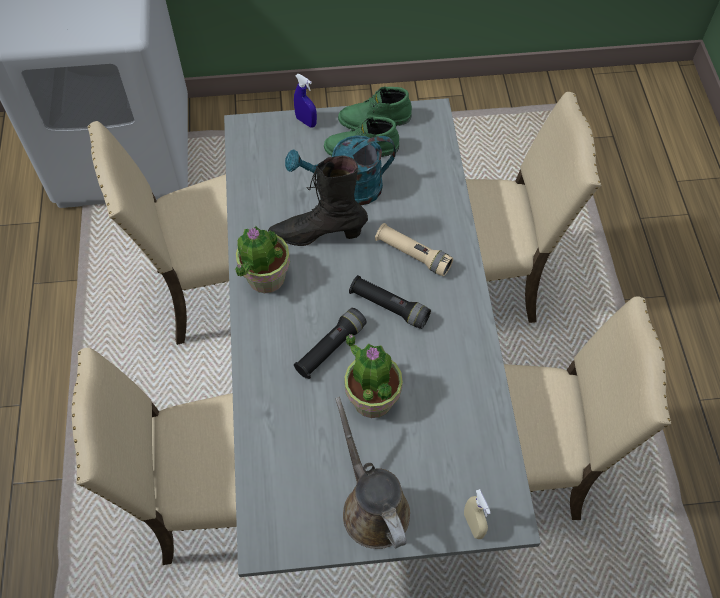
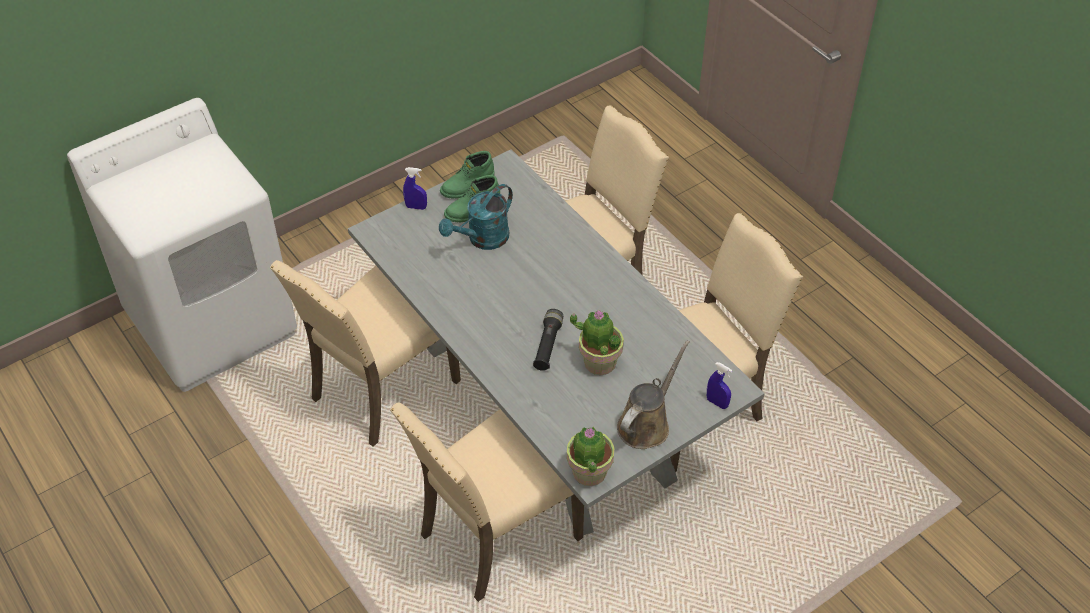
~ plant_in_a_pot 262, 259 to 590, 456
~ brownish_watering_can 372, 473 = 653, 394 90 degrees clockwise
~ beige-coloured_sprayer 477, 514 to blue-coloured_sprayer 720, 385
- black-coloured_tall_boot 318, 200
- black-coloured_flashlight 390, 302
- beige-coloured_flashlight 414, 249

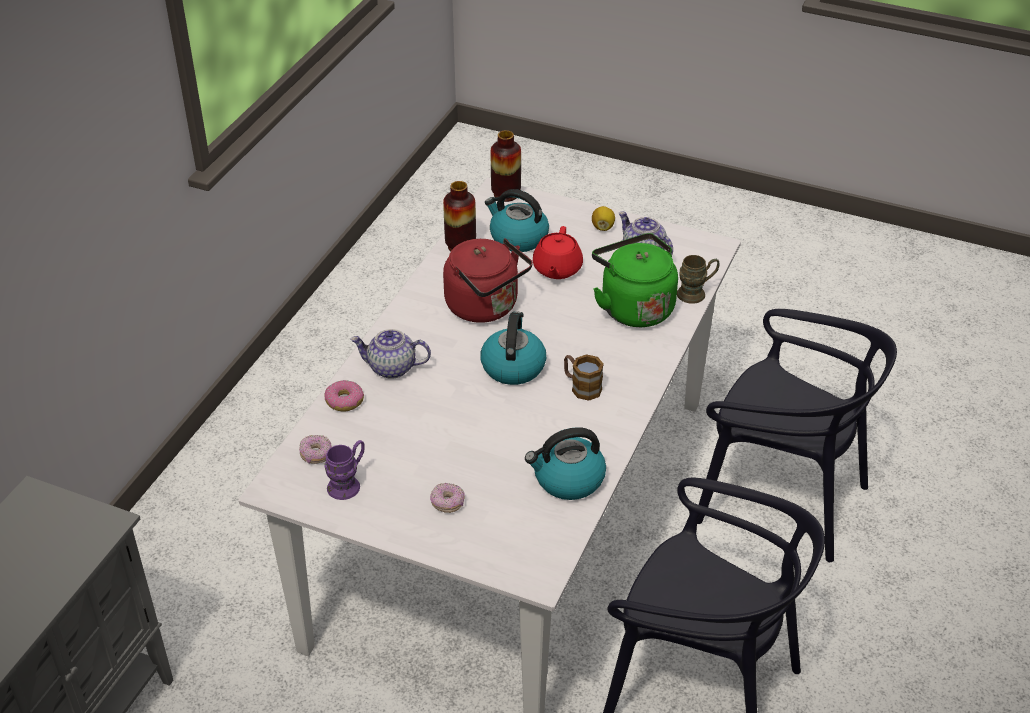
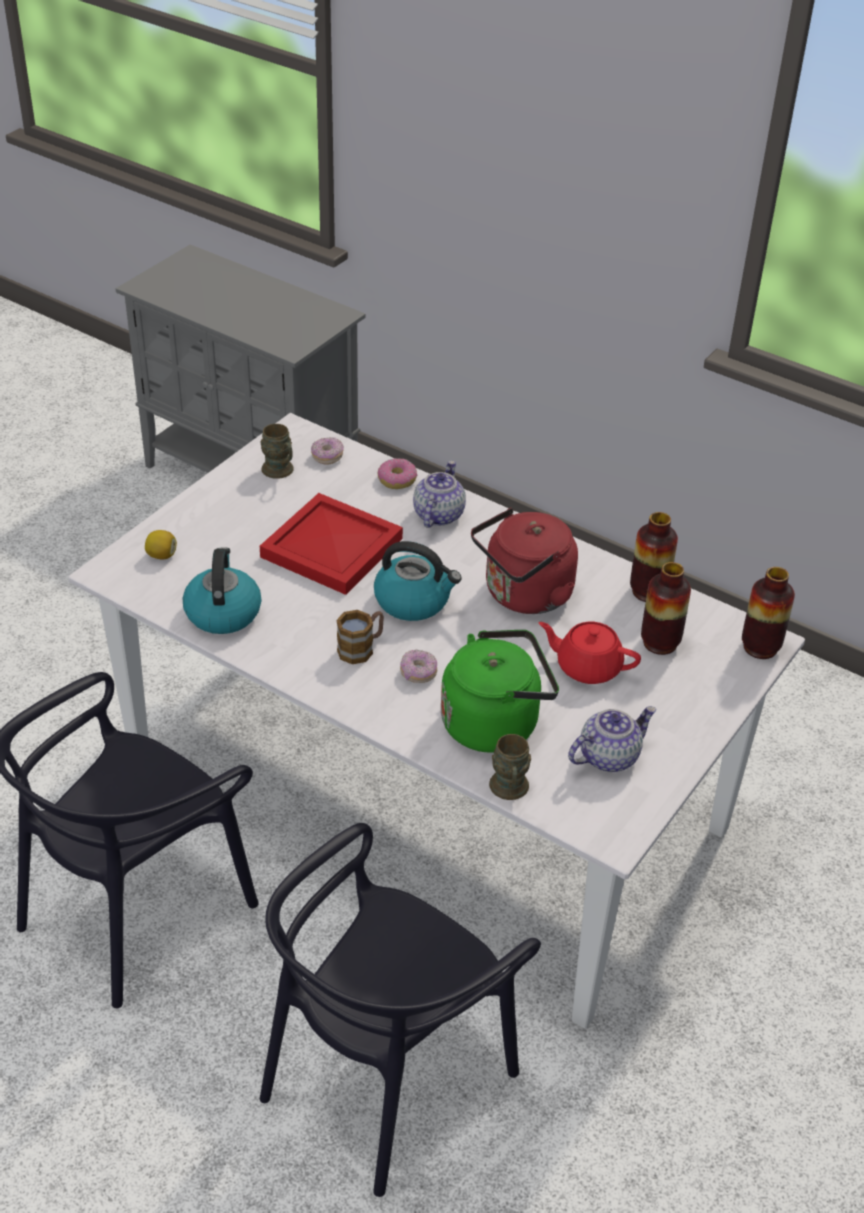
~ lemon 603, 218 to 161, 544
~ purple_mug 344, 470 to brownish_mug 277, 451
+ reddish_serving_tray 331, 544
~ doughnut 447, 498 to 418, 666
~ kettle 517, 220 to vase 666, 608

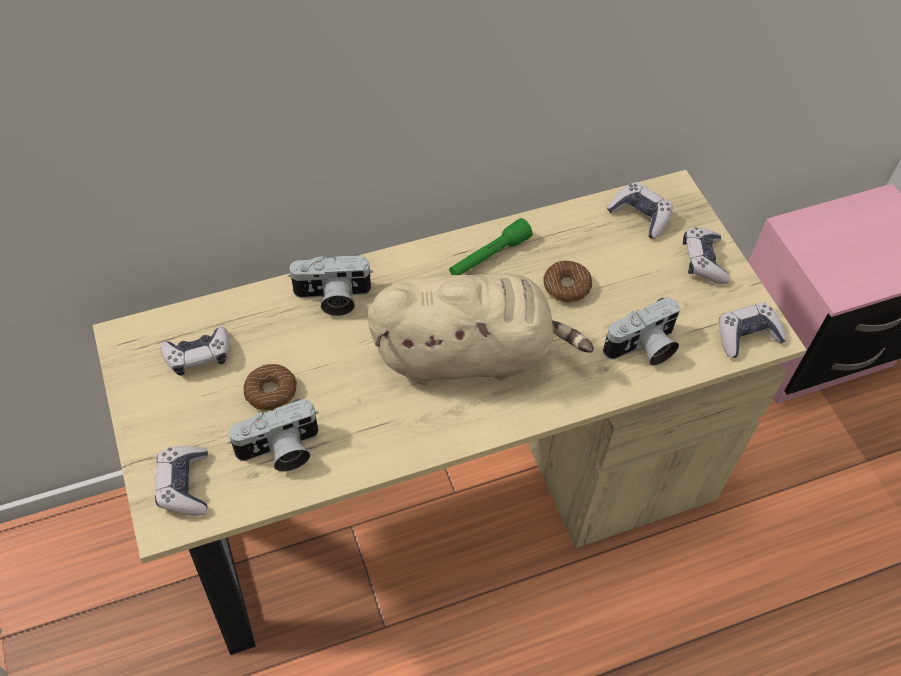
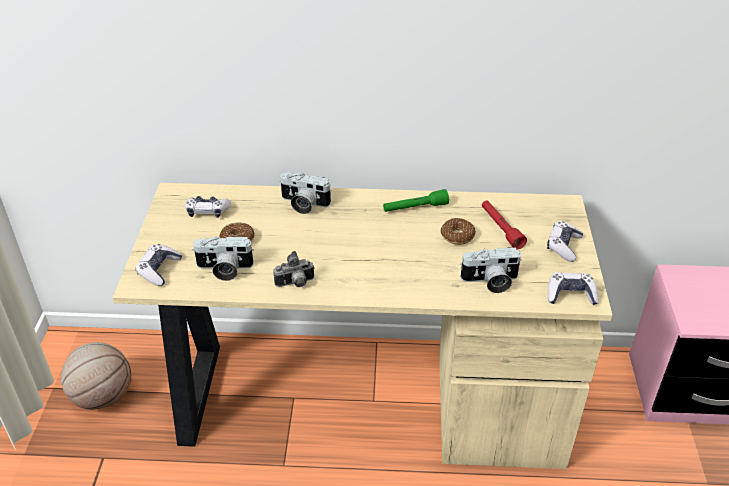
+ basketball_ball 96, 376
+ photo_camera 294, 269
+ reddish_flashlight 504, 225
- beige-coloured_cuddly_toy 481, 329
- joypad 639, 210

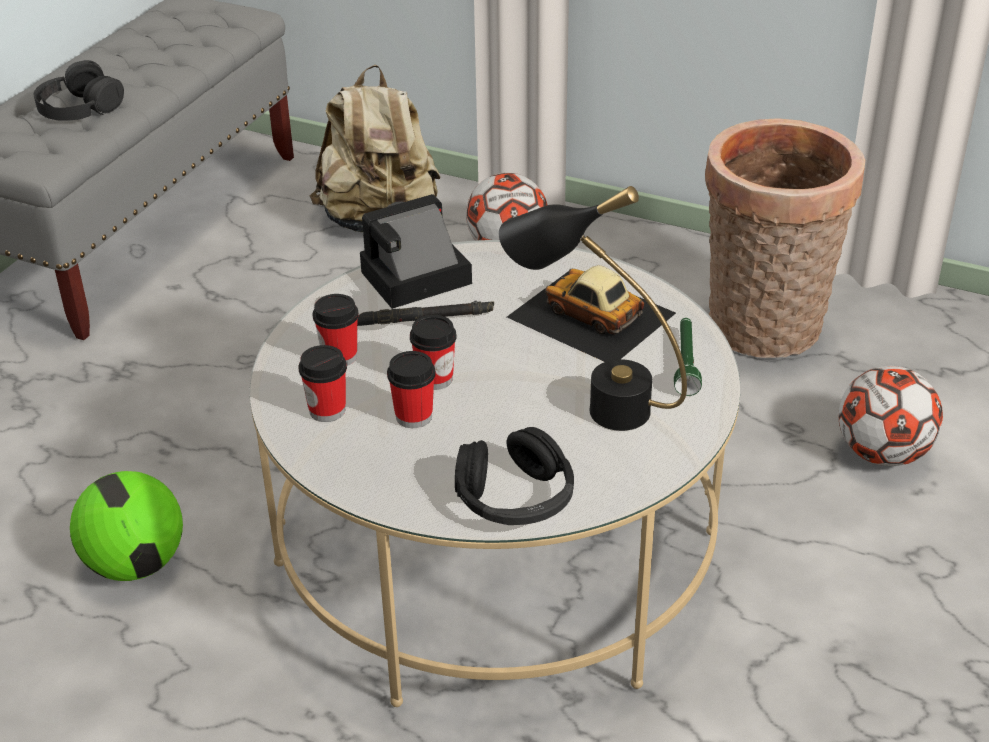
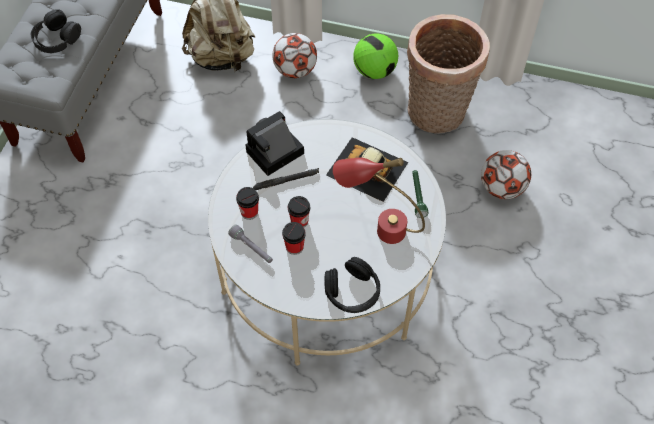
~ drinking_cup 323, 383 to gray_flashlight 250, 243
~ black-coloured_table_lamp 593, 308 to reddish_table_lamp 379, 200
~ football_ball 126, 526 to 375, 56

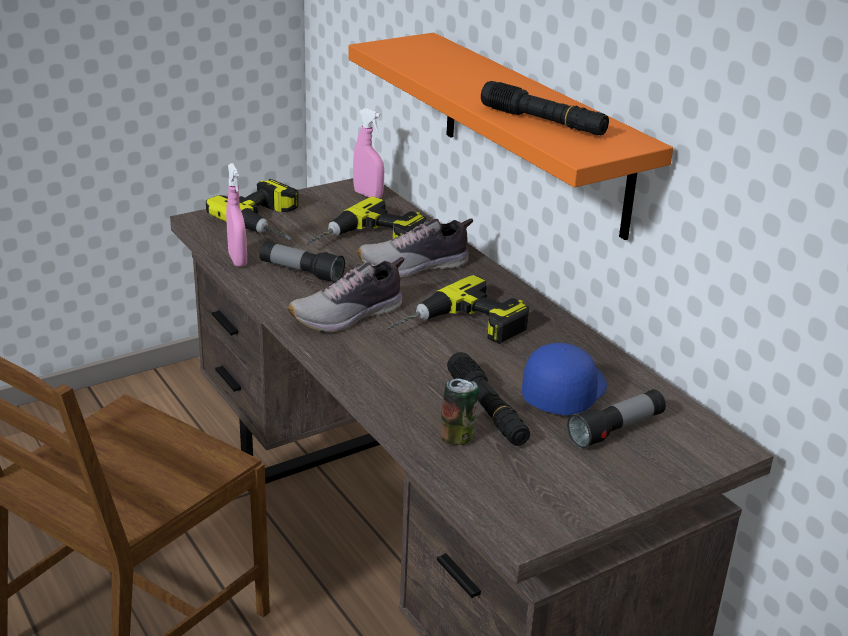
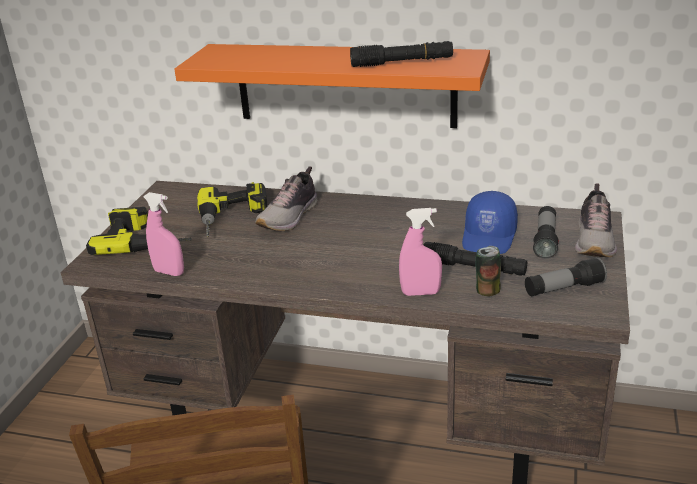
~ pink-coloured_sprayer 368, 153 to 420, 252
~ blue-coloured_cap 564, 379 = 490, 222 150 degrees counterclockwise
~ flashlight 302, 262 to 566, 276
~ item_of_footwear 346, 295 to 596, 220
- drill 458, 309

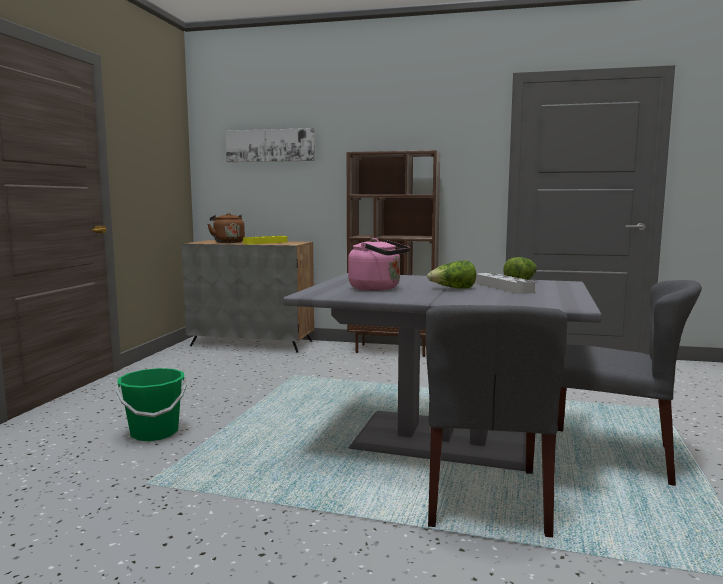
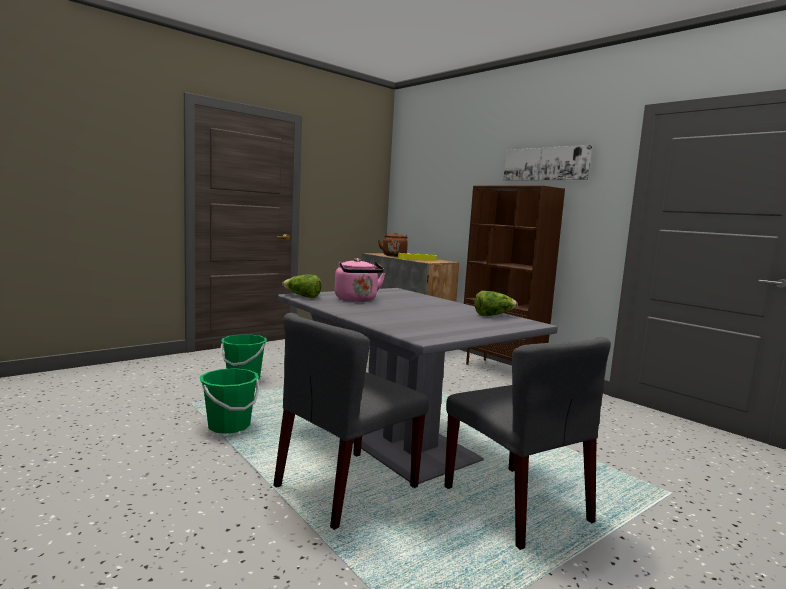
+ green-coloured_water_bucket 229, 401
~ lettuce_head 451, 274 to 301, 286
~ wall_art 270, 145 to 548, 163
- gray_serving_tray 505, 283

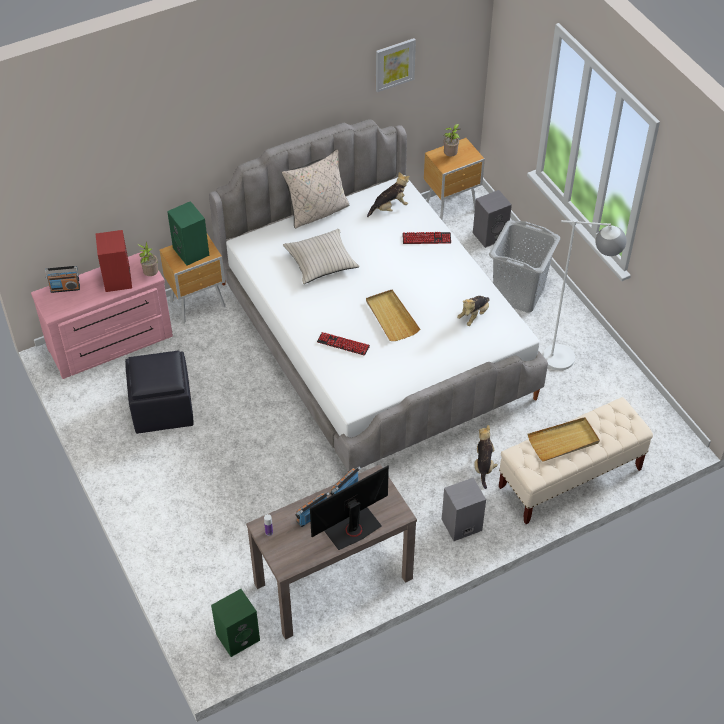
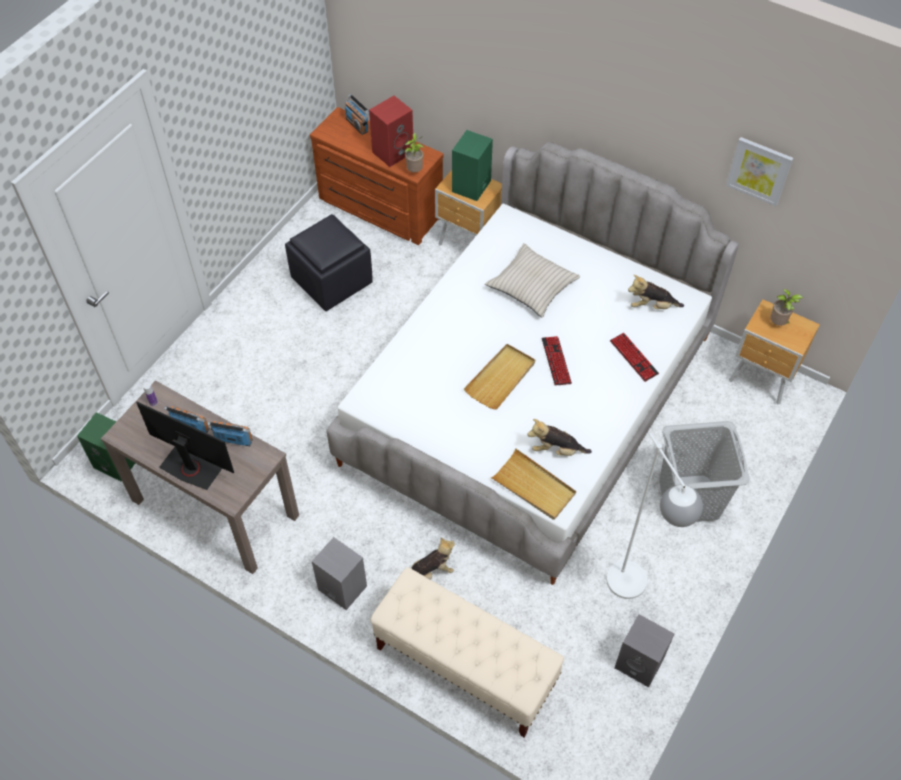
~ pink-coloured_chest_of_drawers 102, 315 to brownish_chest_of_drawers 377, 176
~ beige-coloured_serving_tray 564, 439 to 533, 484
~ keyboard 343, 344 to 557, 361
~ gray_loudspeaker 492, 219 to 644, 651
~ cuddly_toy 388, 194 = 656, 292 150 degrees clockwise
- beige-coloured_pillow 315, 188

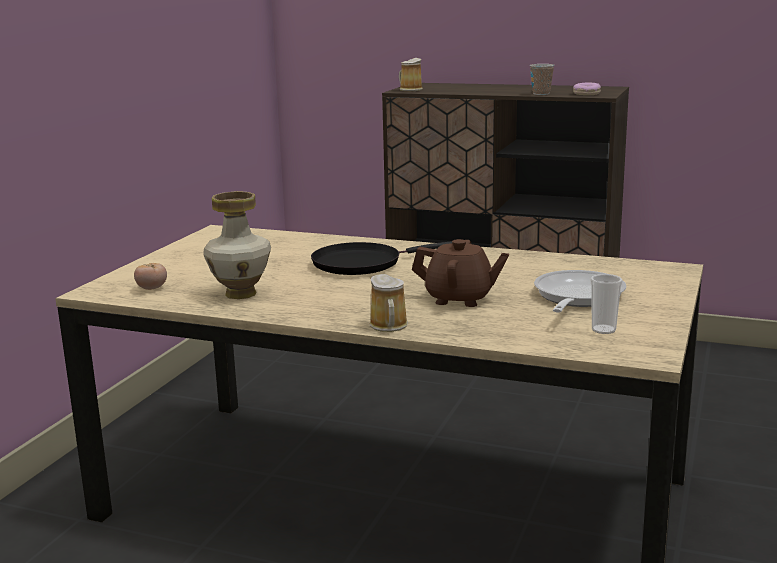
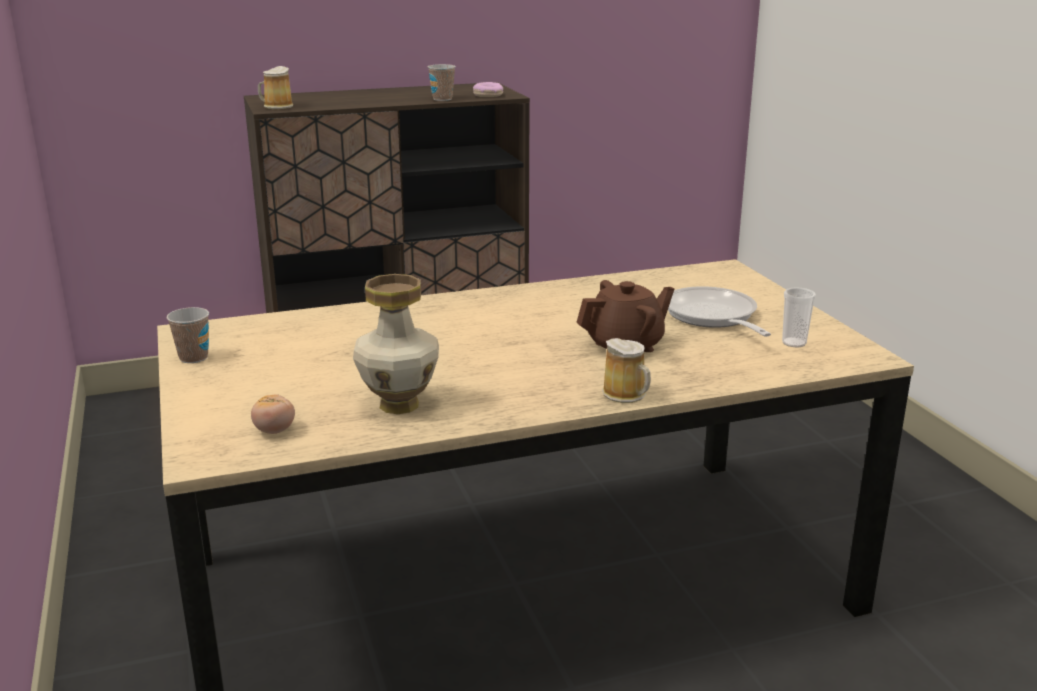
+ drinking_cup 188, 335
- black-coloured_pan 381, 258

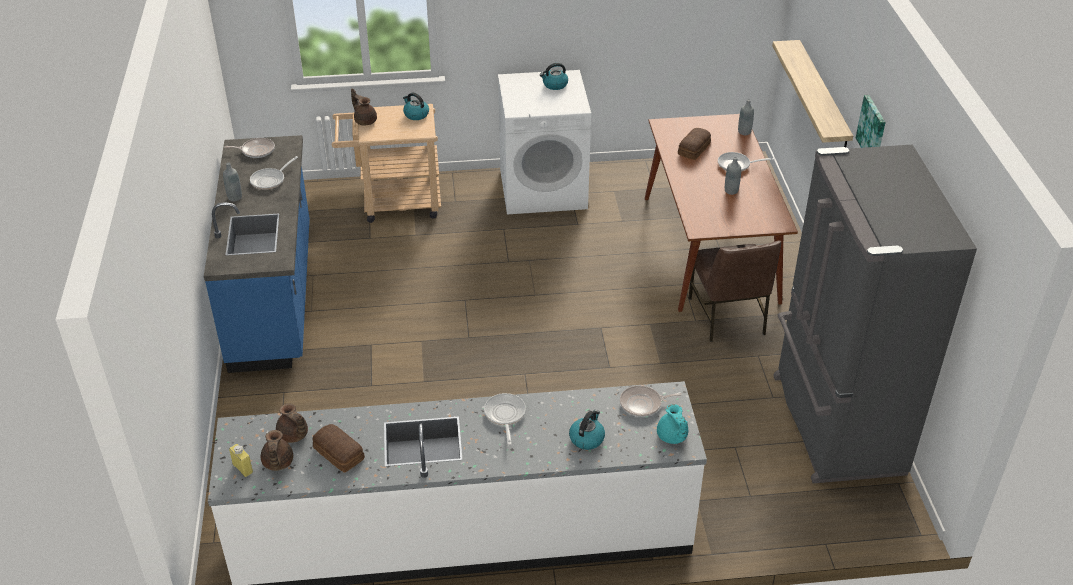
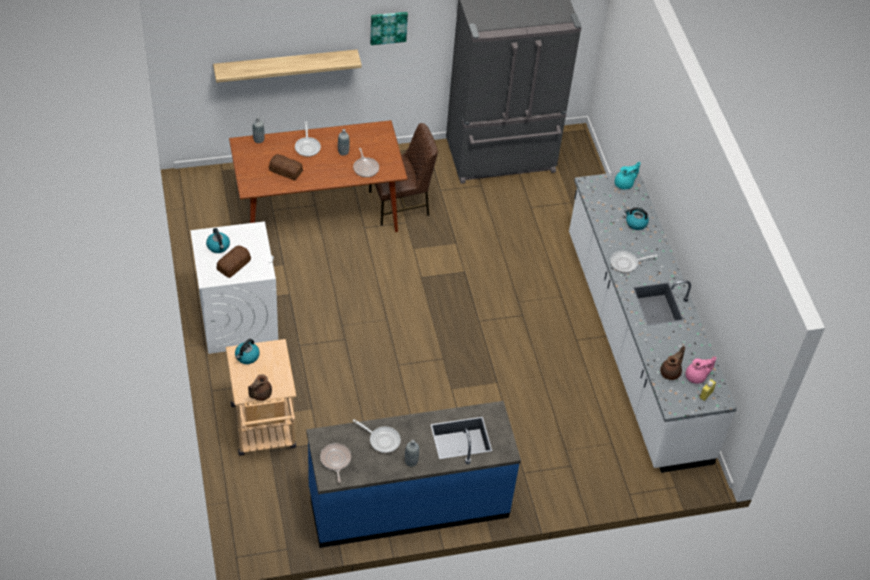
~ bakery_bread 338, 448 to 233, 262
~ pan 651, 401 to 366, 162
~ brownish_pot_for_tea 277, 450 to pink-coloured_pot_for_tea 700, 370

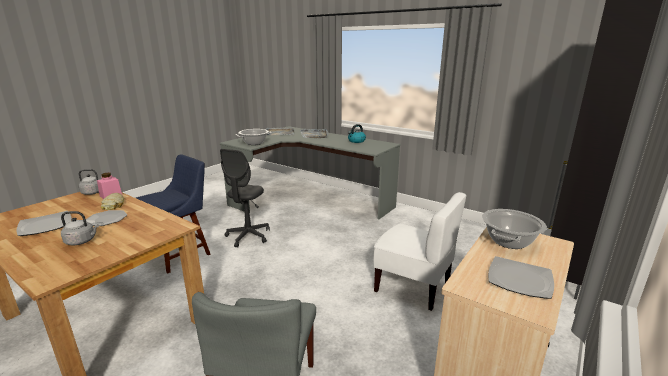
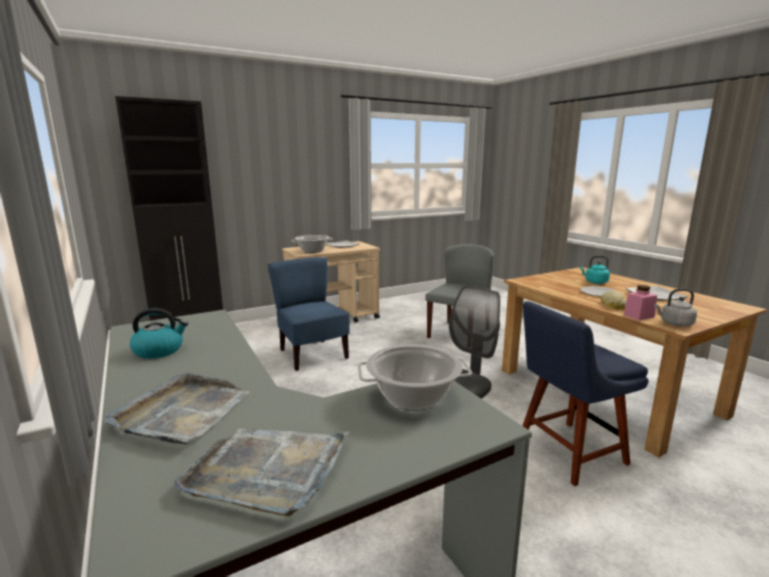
~ white_upright_chair 420, 251 to blue-coloured_upright_chair 309, 314
~ gray_kettle 80, 228 to turquoise_kettle 595, 270

